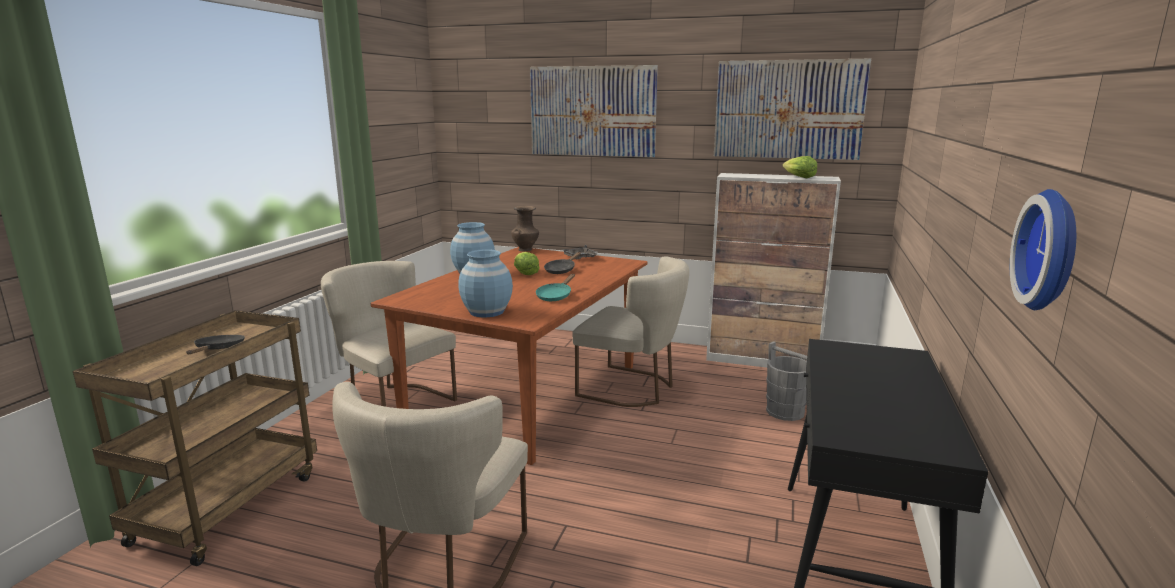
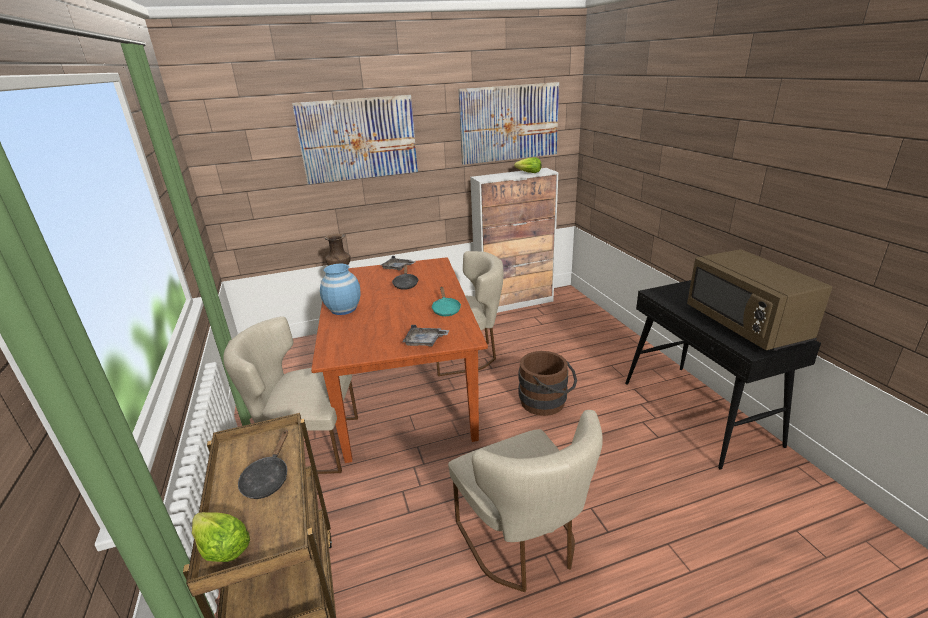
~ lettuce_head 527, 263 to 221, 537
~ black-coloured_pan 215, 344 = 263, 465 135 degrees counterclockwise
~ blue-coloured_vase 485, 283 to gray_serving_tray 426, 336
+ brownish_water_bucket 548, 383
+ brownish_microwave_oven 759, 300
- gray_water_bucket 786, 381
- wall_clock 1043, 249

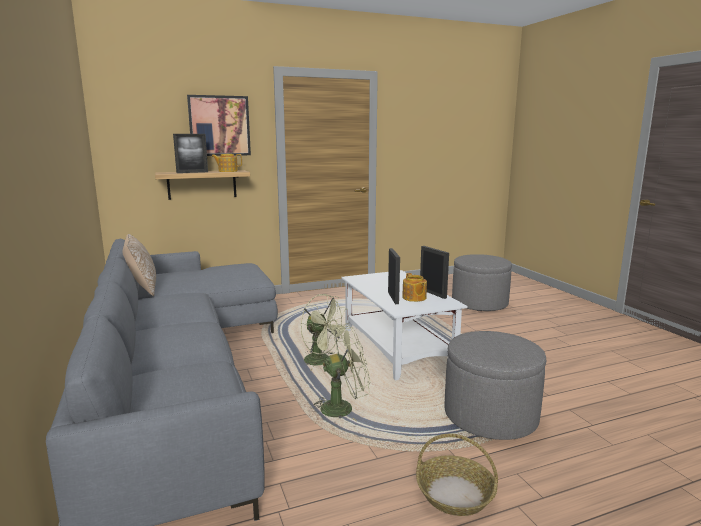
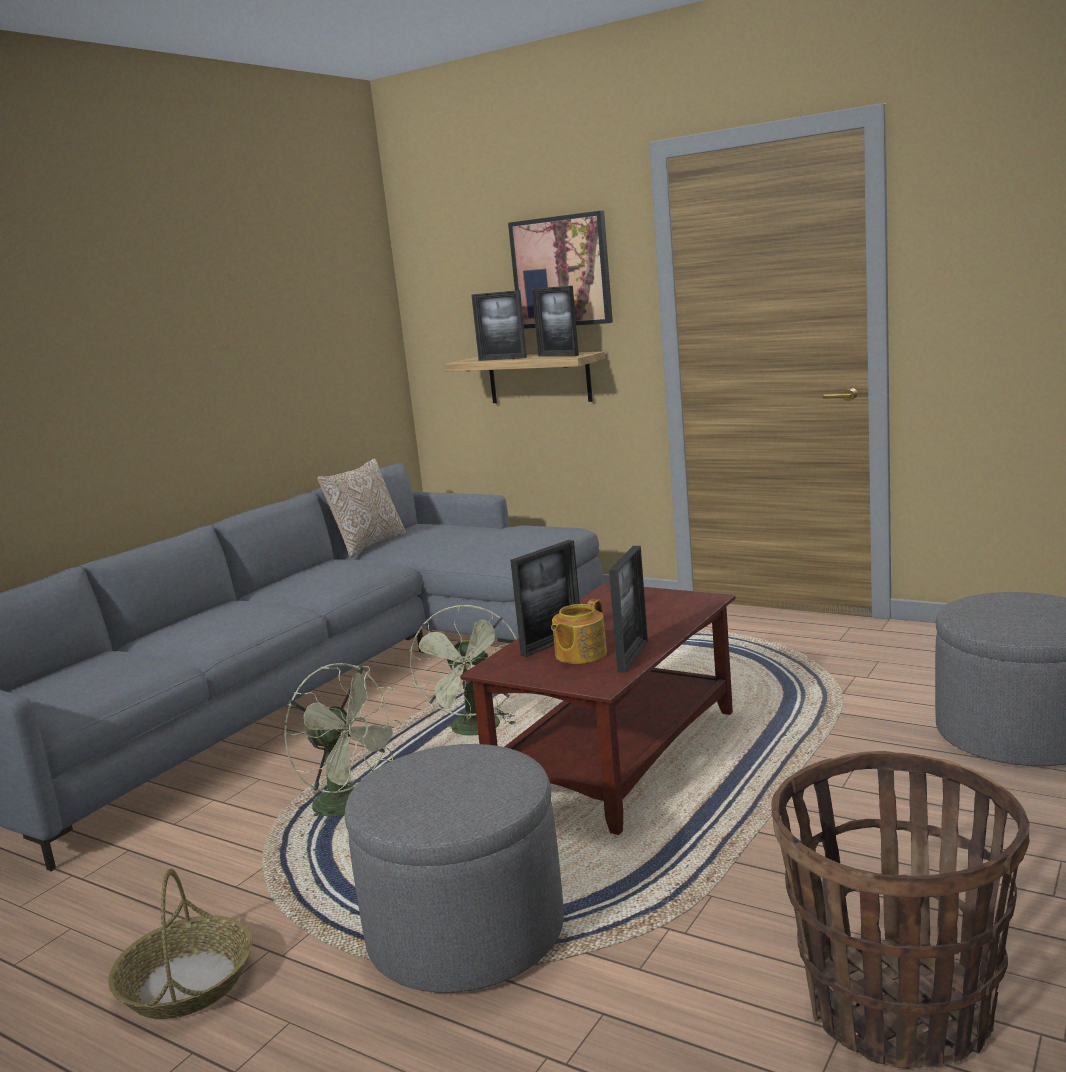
~ white_low_table 404, 325 to brownish_low_table 597, 709
~ pot_for_tea 226, 163 to standing_frame 555, 321
+ basket 900, 910

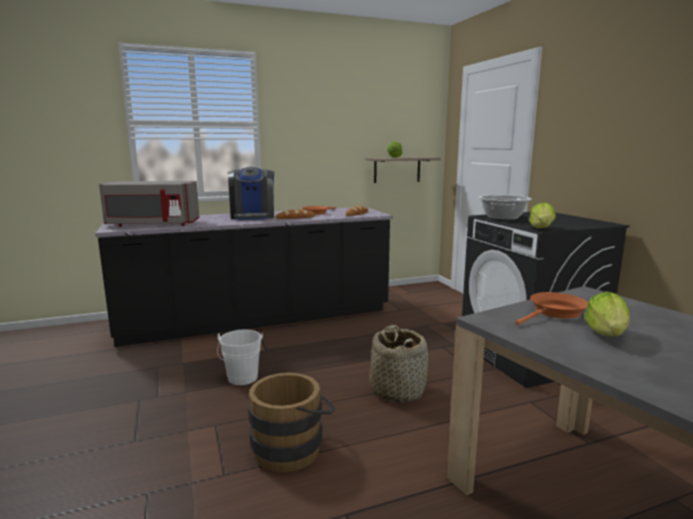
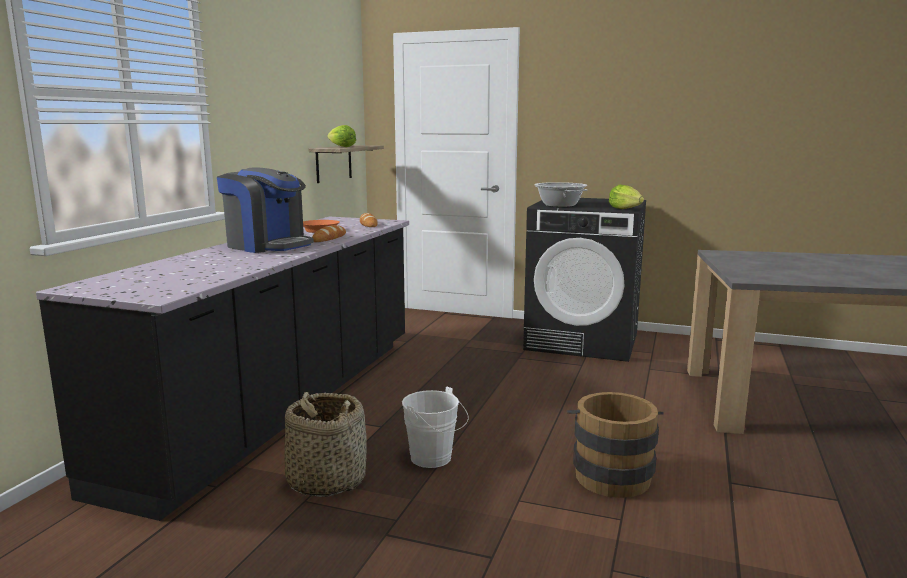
~ basket 398, 364 to 326, 444
- gray_microwave_oven 149, 204
- orange_pan 551, 308
- lettuce_head 607, 314

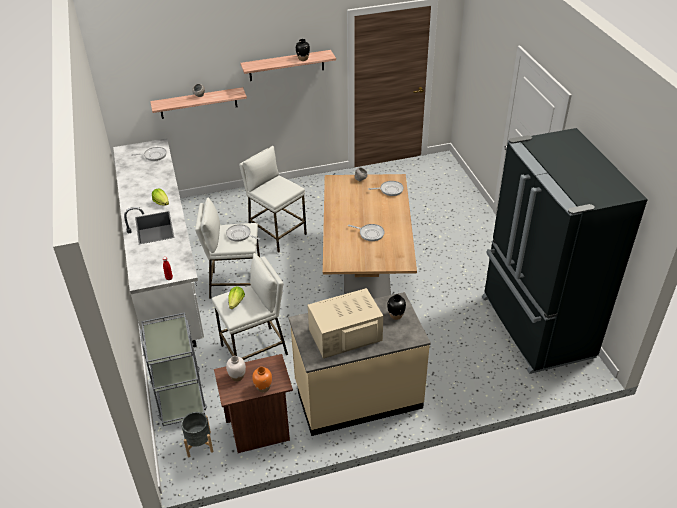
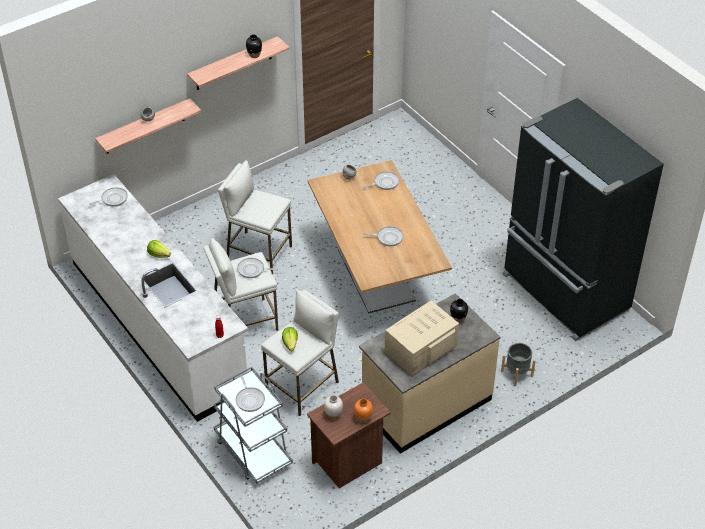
+ pan 250, 394
~ gray_flower_pot 197, 434 to 518, 364

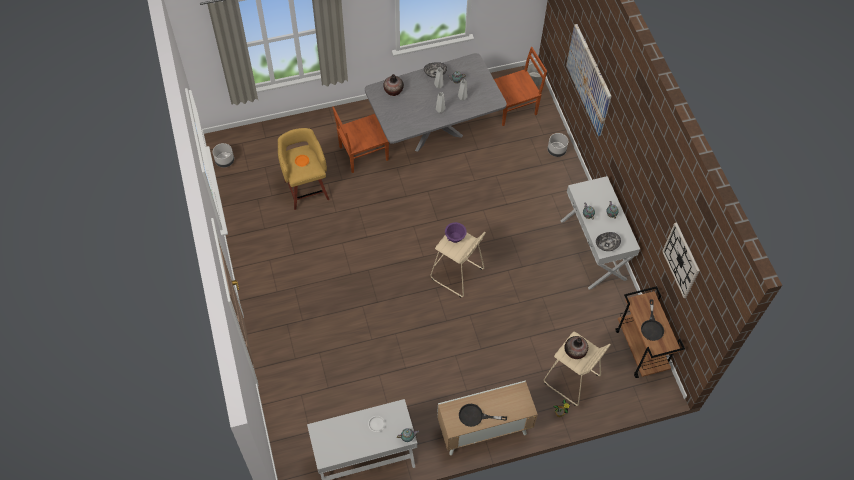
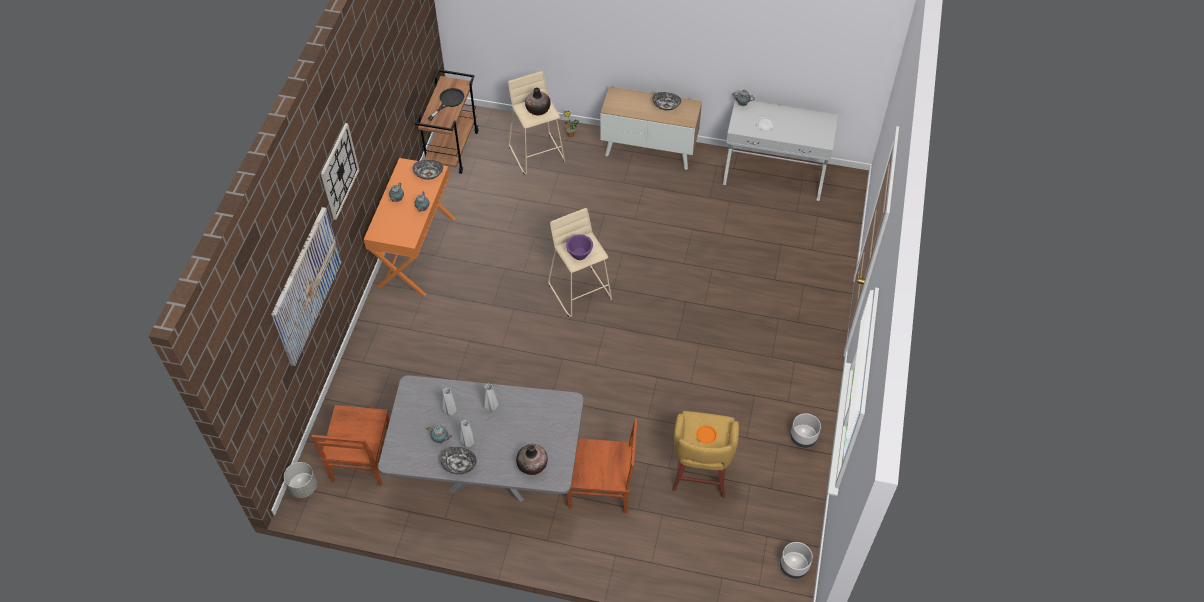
~ brownish_upright_chair 520, 86 = 350, 445 90 degrees counterclockwise
~ wall_clock 681, 260 to 340, 171
~ white_narrow_table 600, 233 to orange_narrow_table 409, 227
~ black-coloured_pan 483, 415 to deep_dish 666, 101
~ gray_flower_pot 558, 145 to 805, 430

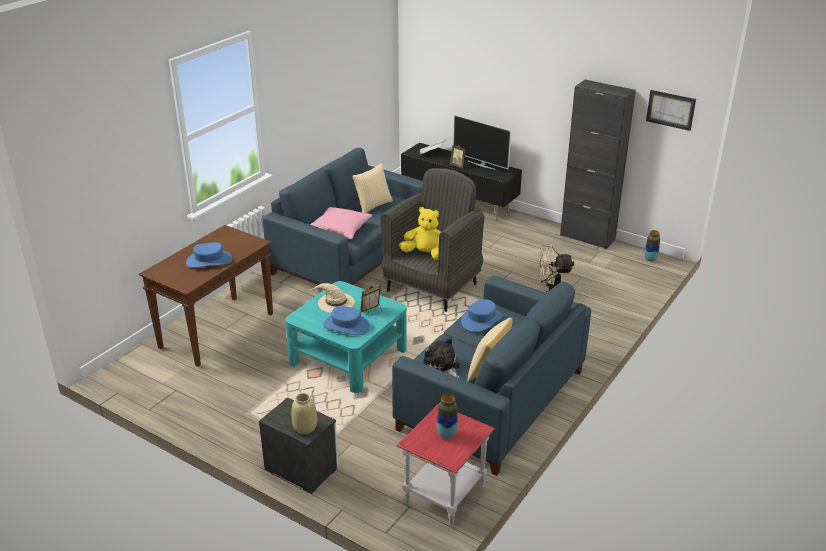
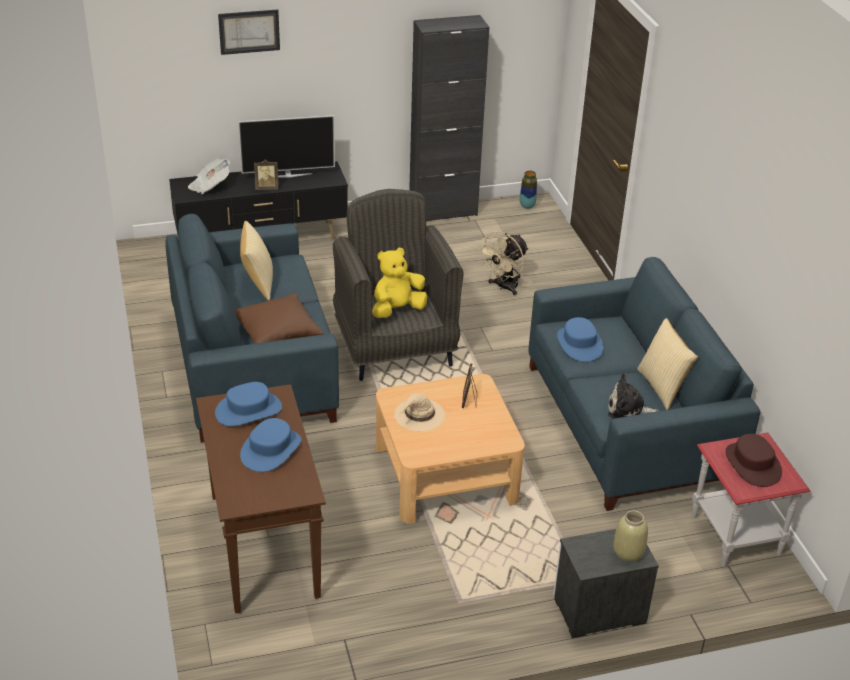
~ blue-coloured_hat 346, 320 to 248, 404
~ wall_art 671, 110 to 249, 32
~ pink-coloured_pillow 341, 223 to brownish_pillow 279, 318
~ turquoise_low_table 346, 337 to beige-coloured_low_table 450, 449
~ vase 447, 416 to brownish_hat 753, 460

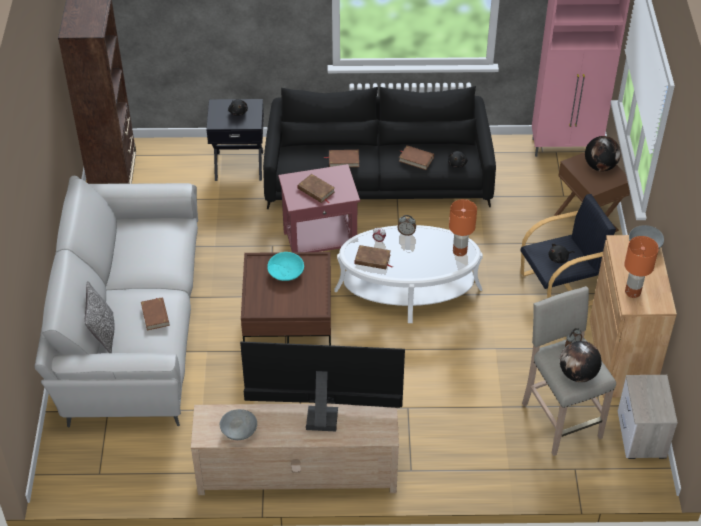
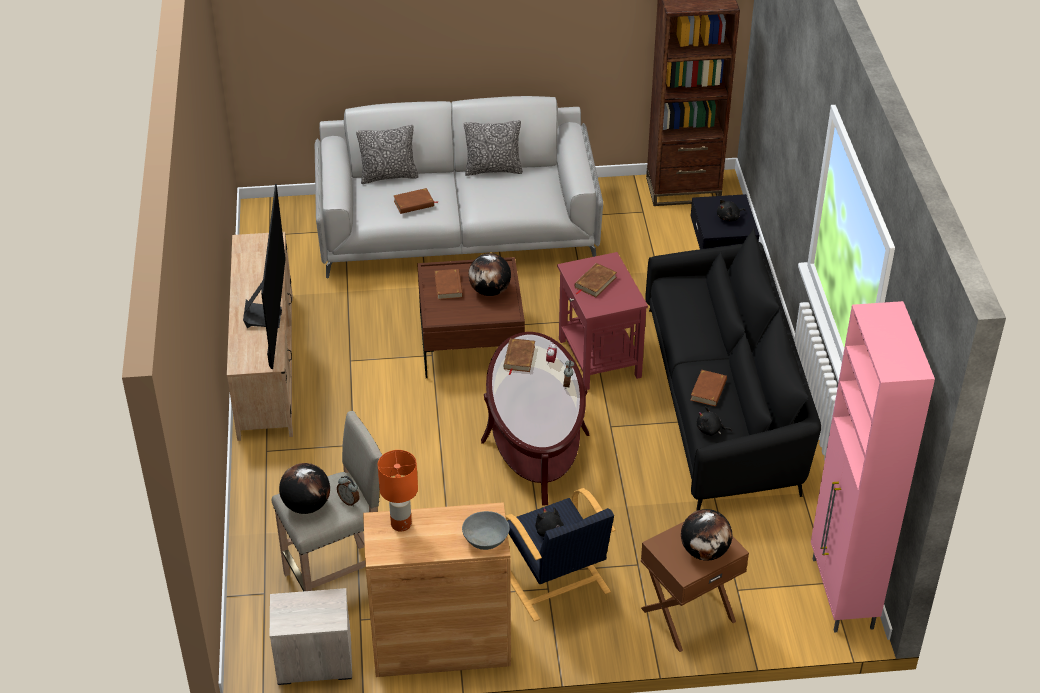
~ brownish_bound_book 341, 158 to 448, 284
+ pillow 493, 148
~ turquoise_deep_dish 285, 266 to world_globe 490, 274
~ white_low_table 409, 274 to brownish_low_table 535, 419
- gray_deep_dish 238, 424
- orange_table_lamp 463, 227

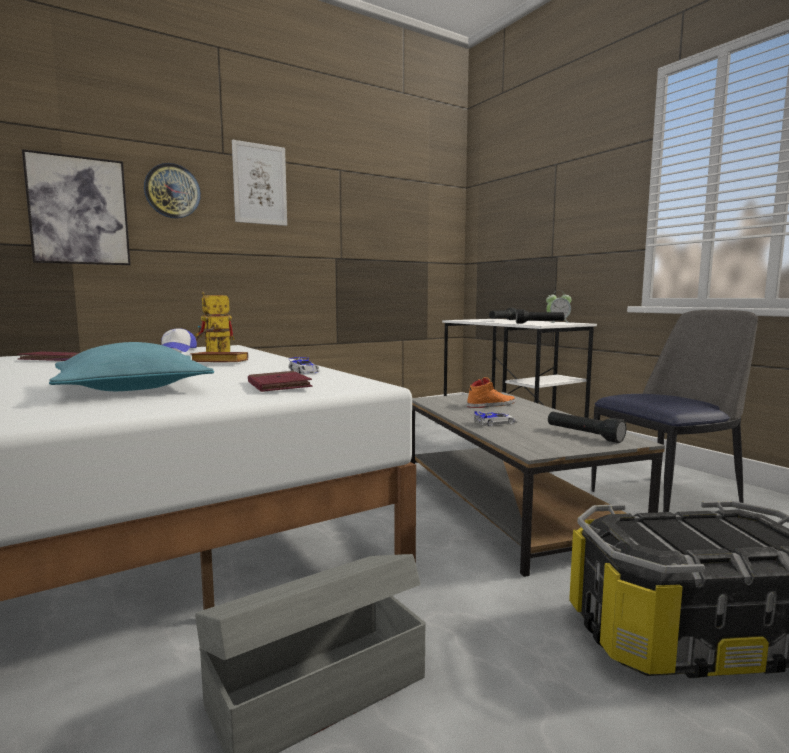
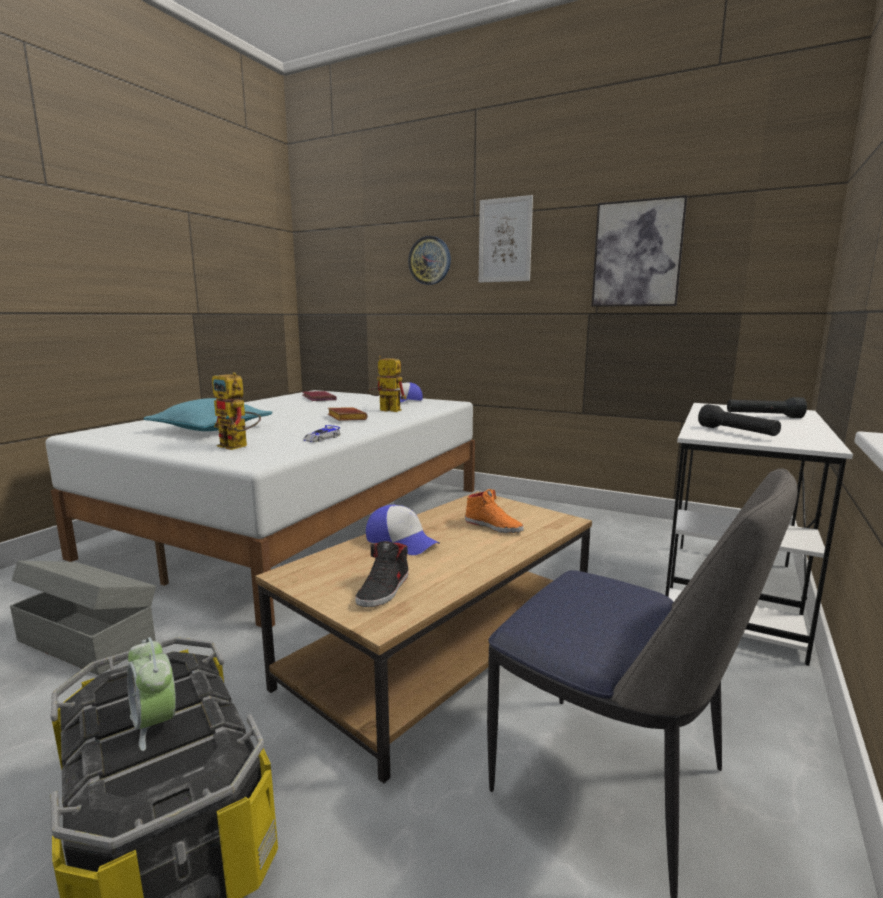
~ table_clock 559, 307 to 151, 694
~ reddish_bound_book 280, 381 to model_robot 236, 411
~ gray_low_table 537, 484 to brownish_low_table 424, 637
~ black-coloured_flashlight 587, 427 to black-coloured_item_of_footwear 382, 574
~ toy_car 496, 418 to cap 402, 530
~ wall_art 76, 207 to 639, 251

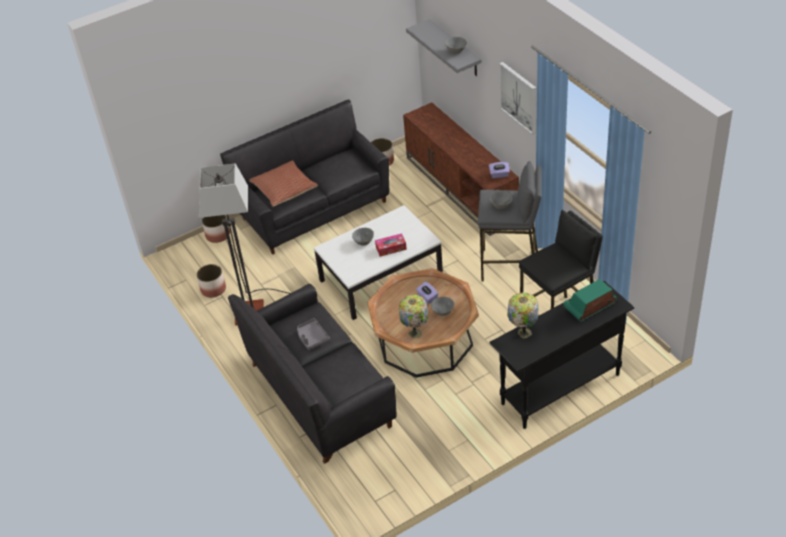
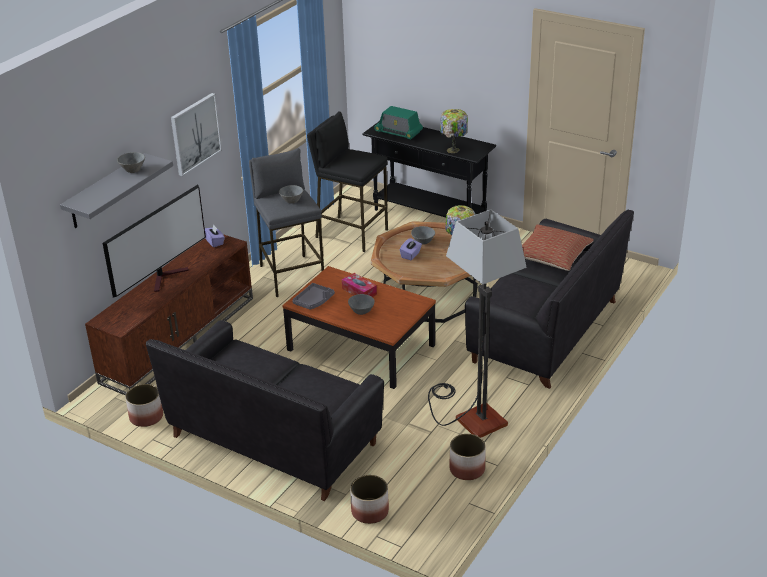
+ television 154, 241
~ white_low_table 378, 262 to brownish_low_table 359, 327
~ gray_serving_tray 313, 334 to 313, 296
~ pillow 283, 183 to 558, 247

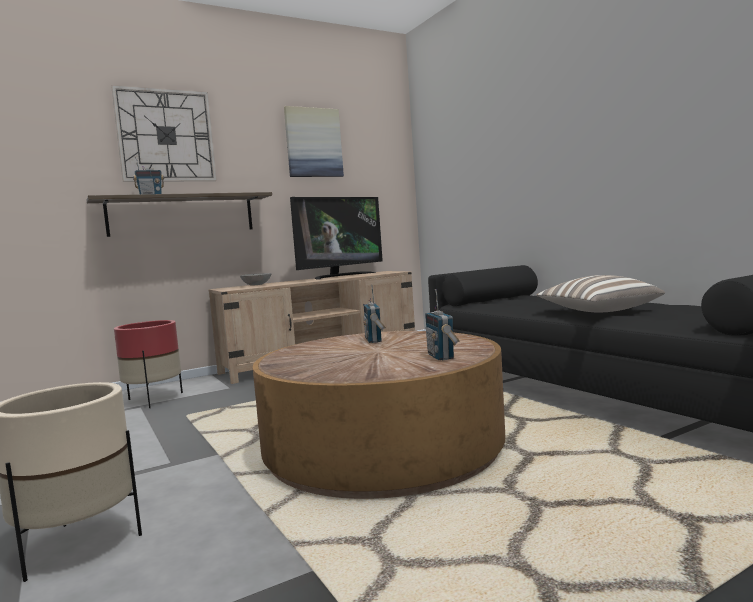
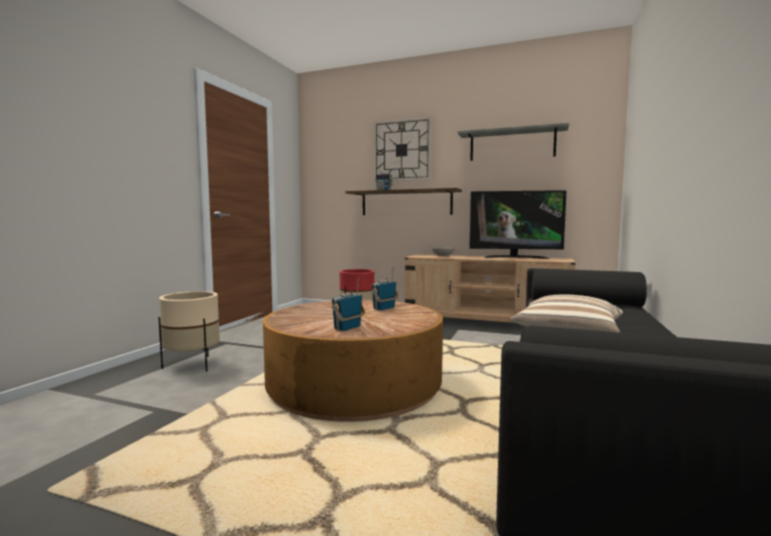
~ wall_art 314, 141 to gray_shelf 513, 142

